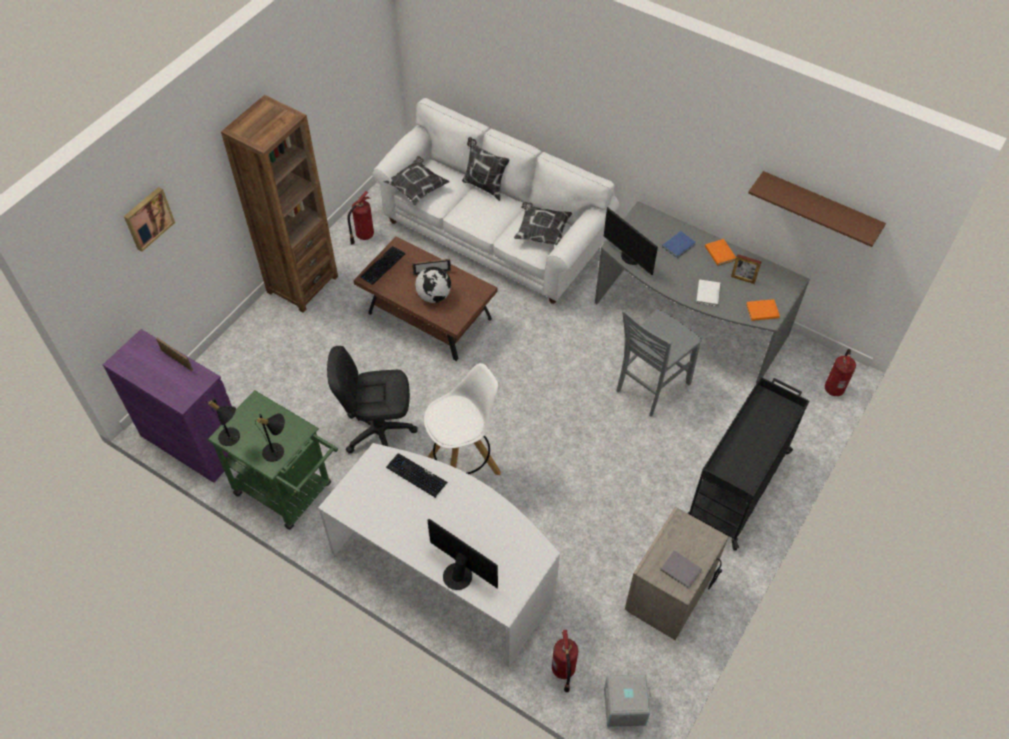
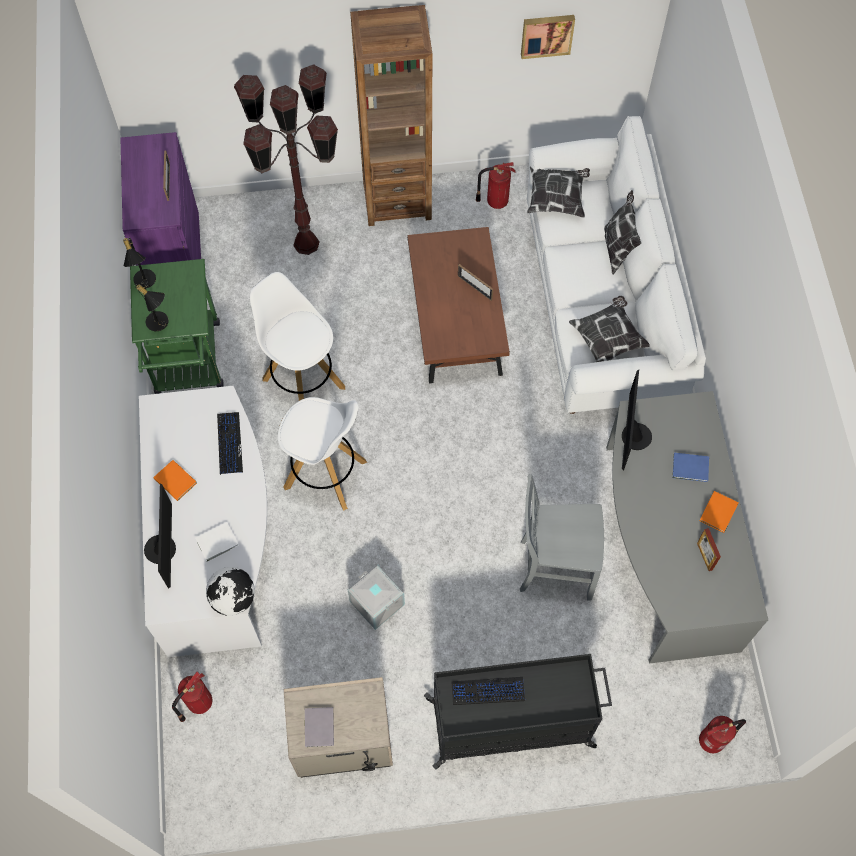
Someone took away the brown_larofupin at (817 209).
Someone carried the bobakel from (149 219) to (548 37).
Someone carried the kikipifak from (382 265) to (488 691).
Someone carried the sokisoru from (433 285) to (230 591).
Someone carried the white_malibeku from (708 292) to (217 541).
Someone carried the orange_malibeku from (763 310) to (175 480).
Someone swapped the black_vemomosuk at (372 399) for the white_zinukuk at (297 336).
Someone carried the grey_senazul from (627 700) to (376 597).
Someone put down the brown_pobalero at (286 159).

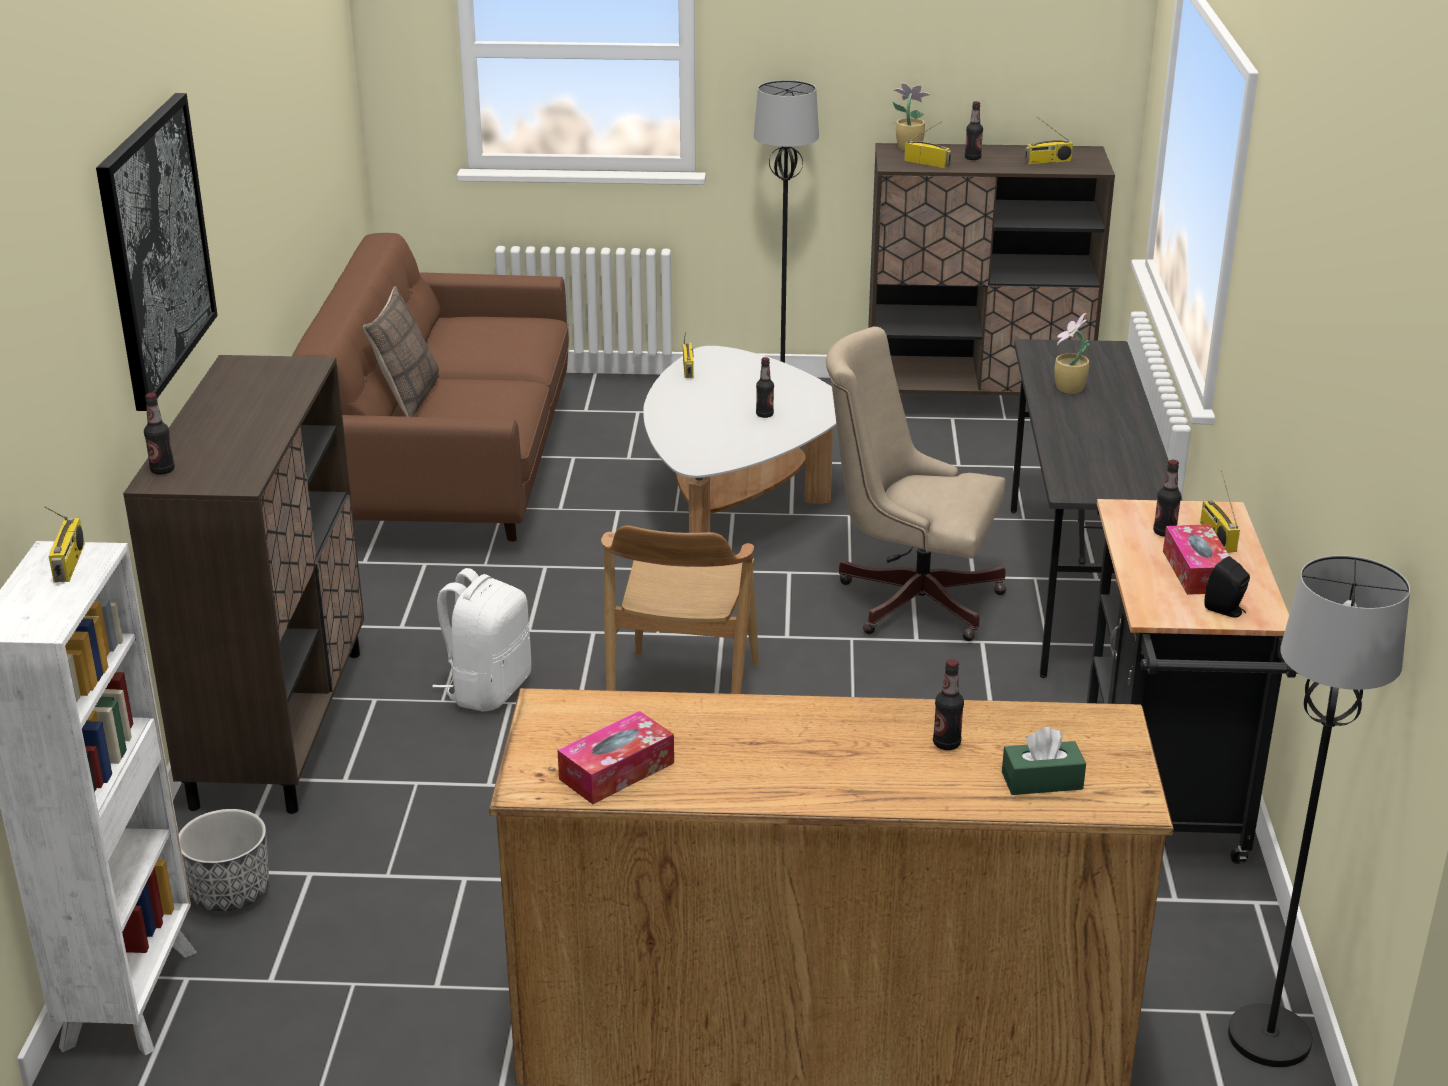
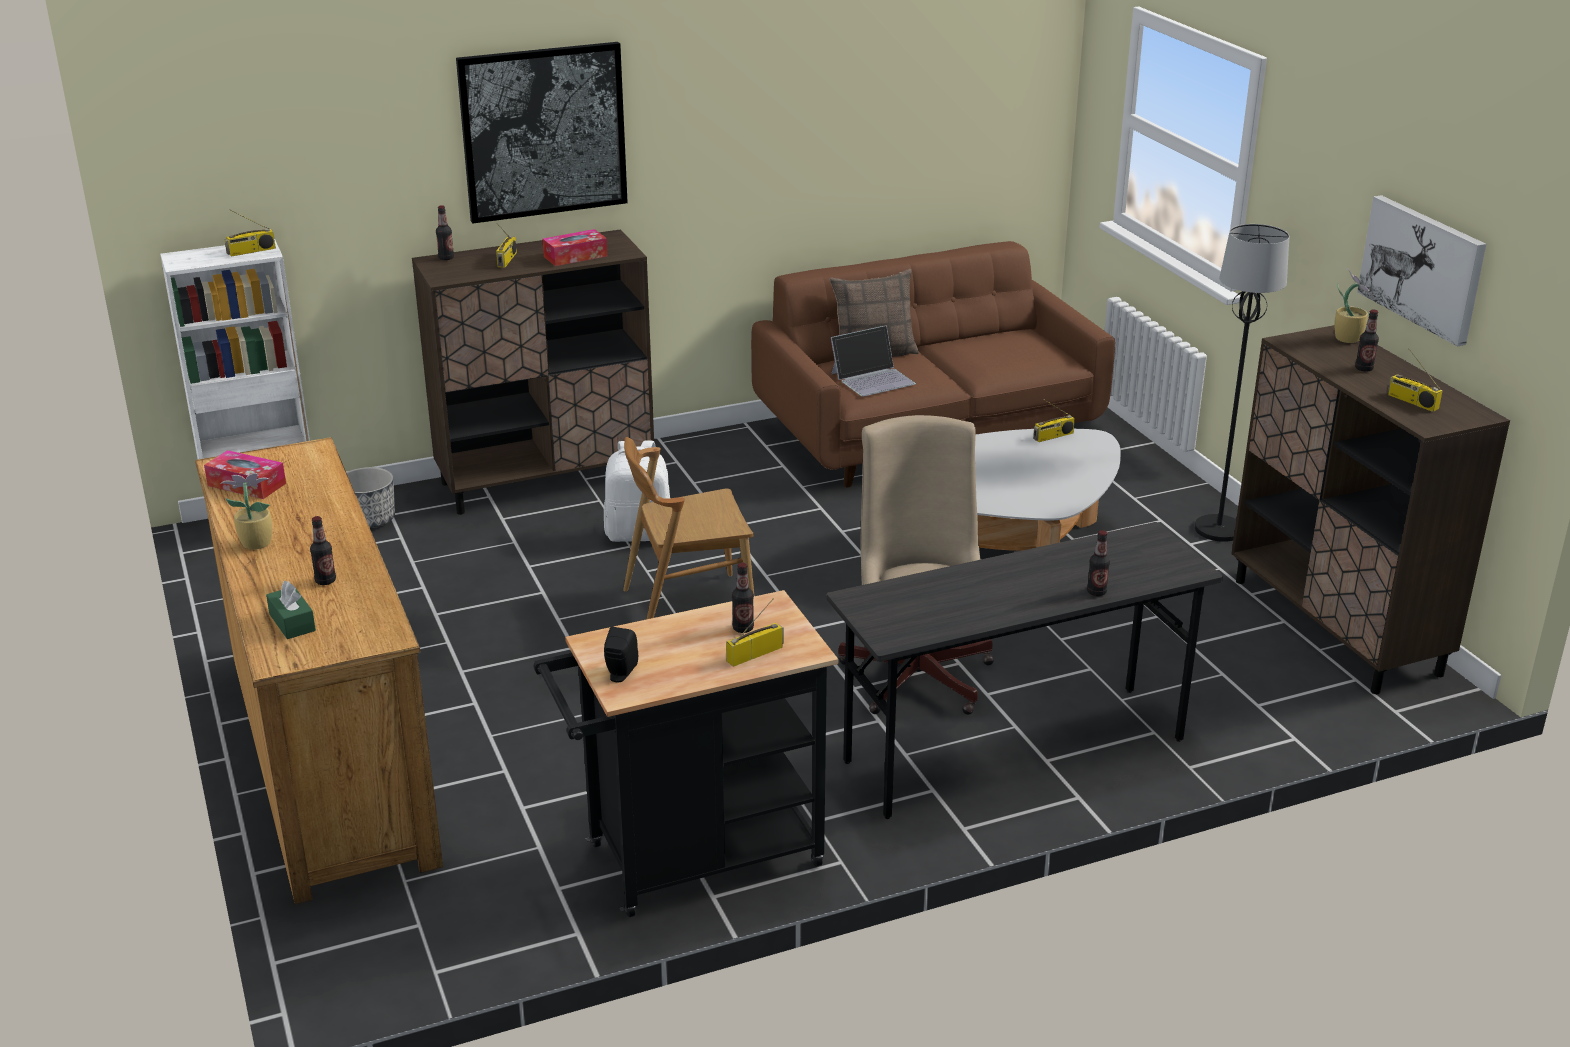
Someone carried the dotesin from (927 144) to (506 245).
Someone carried the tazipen from (1072 353) to (246 511).
Someone carried the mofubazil from (765 387) to (1098 563).
Someone carried the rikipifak from (1196 559) to (575 247).
Someone took away the black_pobalero at (1319 811).
Someone put up the bobakel at (1421 270).
Someone put down the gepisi at (873 361).

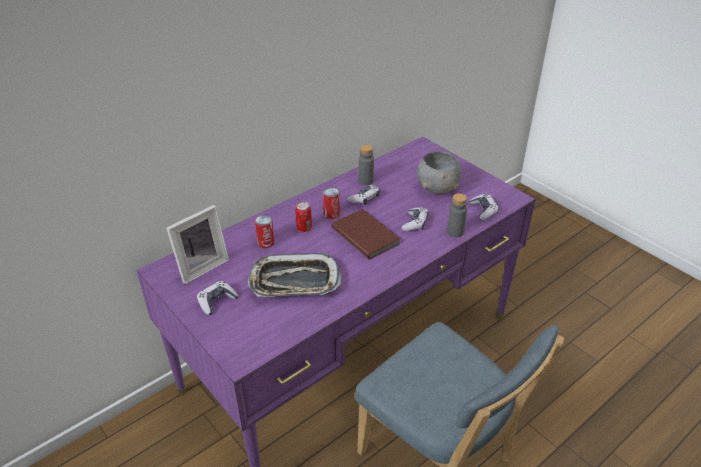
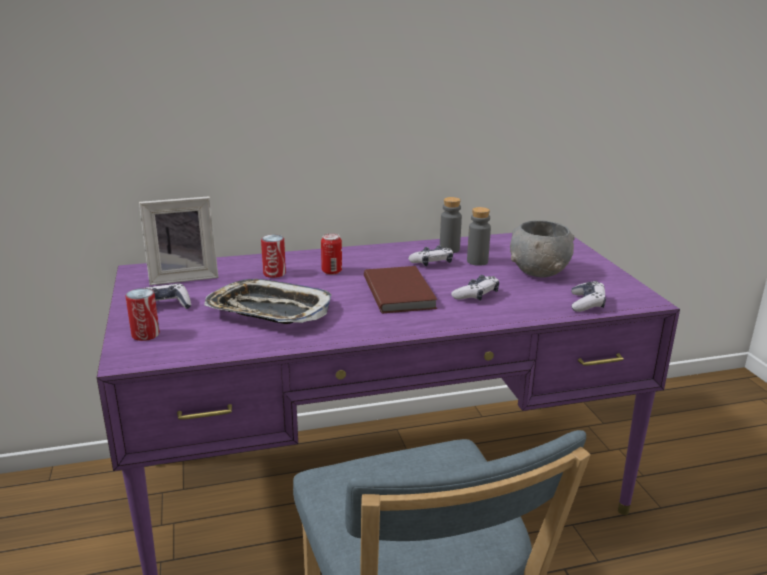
Someone carried the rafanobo from (331 203) to (142 314).
Someone carried the grey_mofubazil from (457 215) to (479 236).

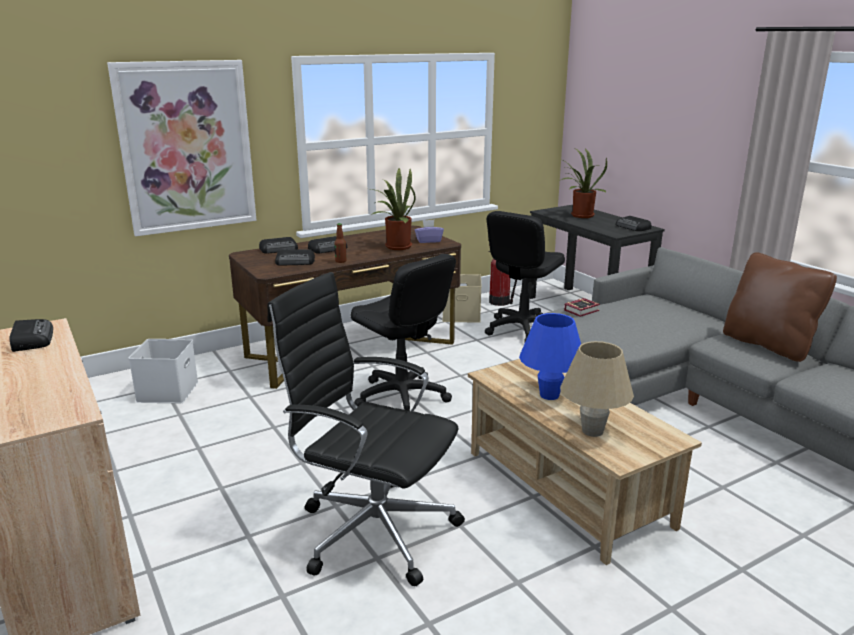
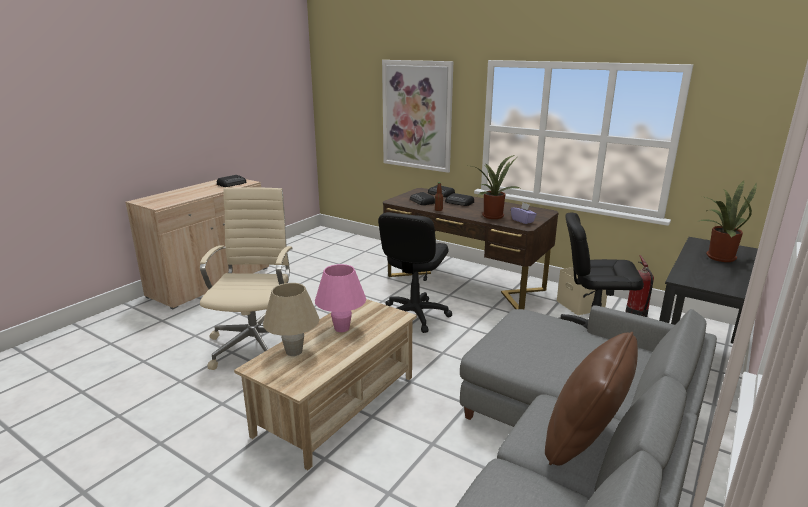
Someone took away the dotesin at (633 223).
Someone repainted the black_vemomosuk at (366 429), which became the beige_vemomosuk at (246 278).
Someone took away the malibeku at (582 307).
Someone repainted the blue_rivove at (550 356), which became the pink_rivove at (340 298).
Someone took away the white_senazul at (163 371).

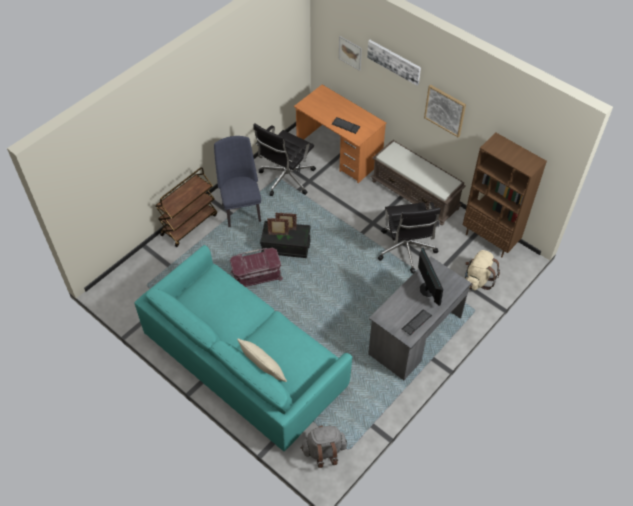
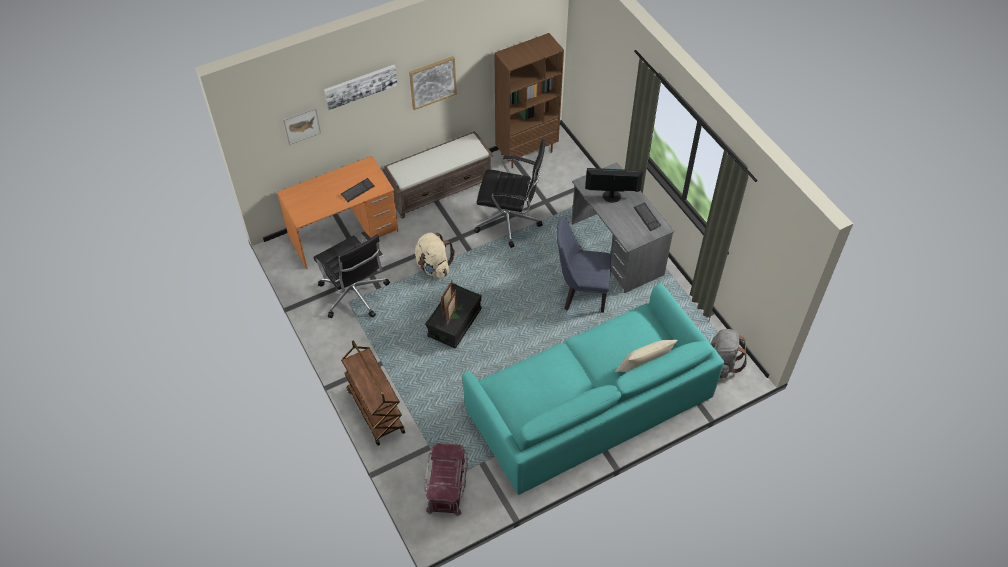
Someone carried the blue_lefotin from (237 181) to (583 264).
Someone carried the red_senazul from (256 267) to (446 479).
Someone carried the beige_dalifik from (482 270) to (435 256).

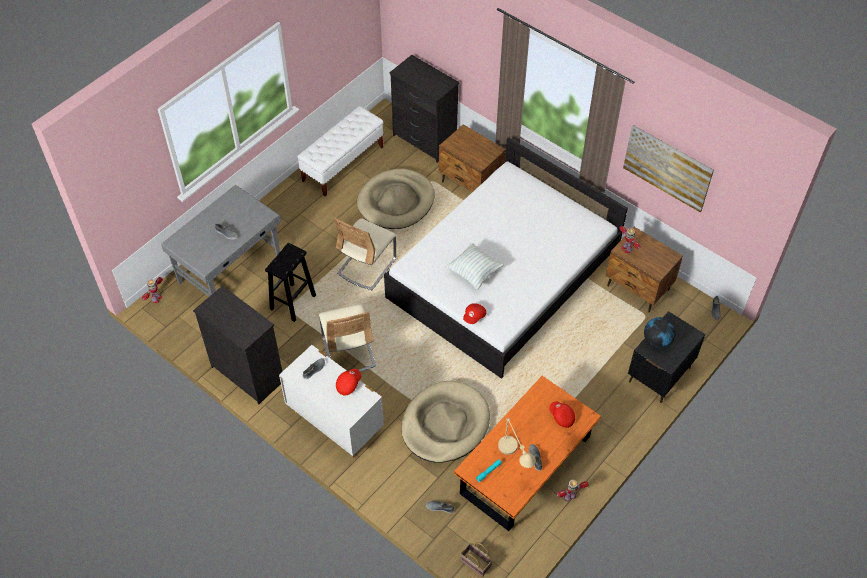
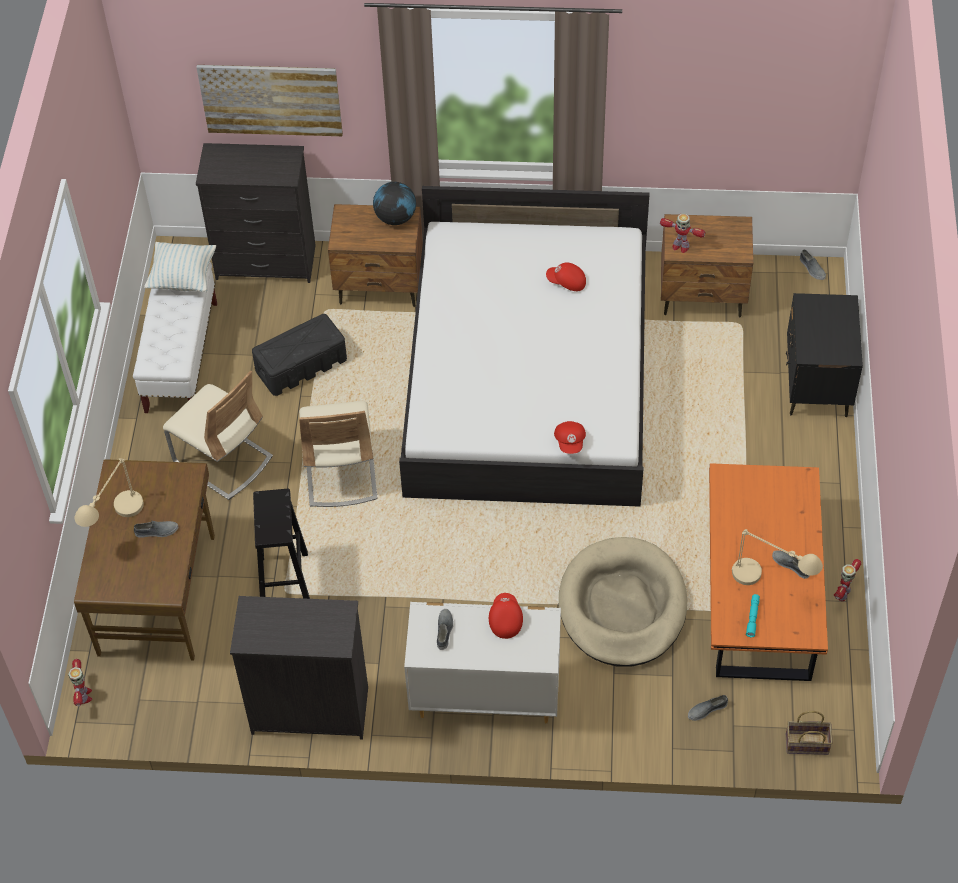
Someone carried the bobakel from (668 168) to (269 100).
Someone swapped the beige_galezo at (396 199) for the black_senazul at (299 355).
Someone repainted the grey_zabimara at (221 241), which became the brown_zabimara at (144 560).
Someone carried the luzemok from (475 266) to (180 267).
Someone carried the beige_lefotin from (347 338) to (218 435).
Someone carried the sokisoru from (660 332) to (394 203).
Someone carried the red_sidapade from (562 414) to (566 276).
Someone put down the beige_rivove at (109 492).

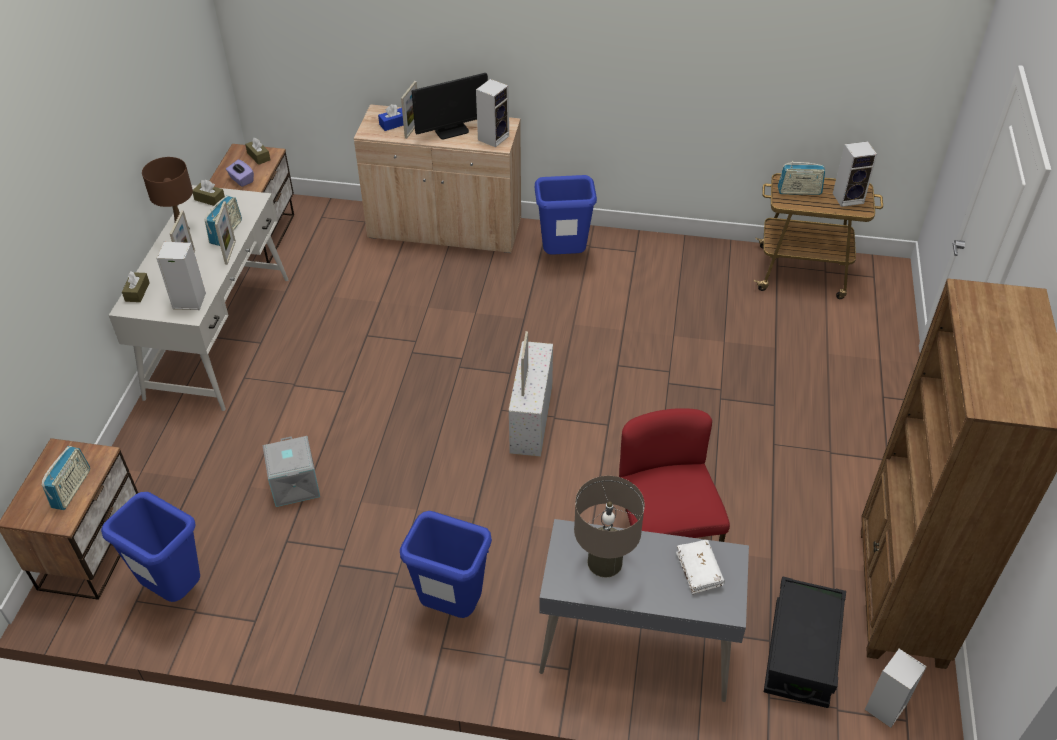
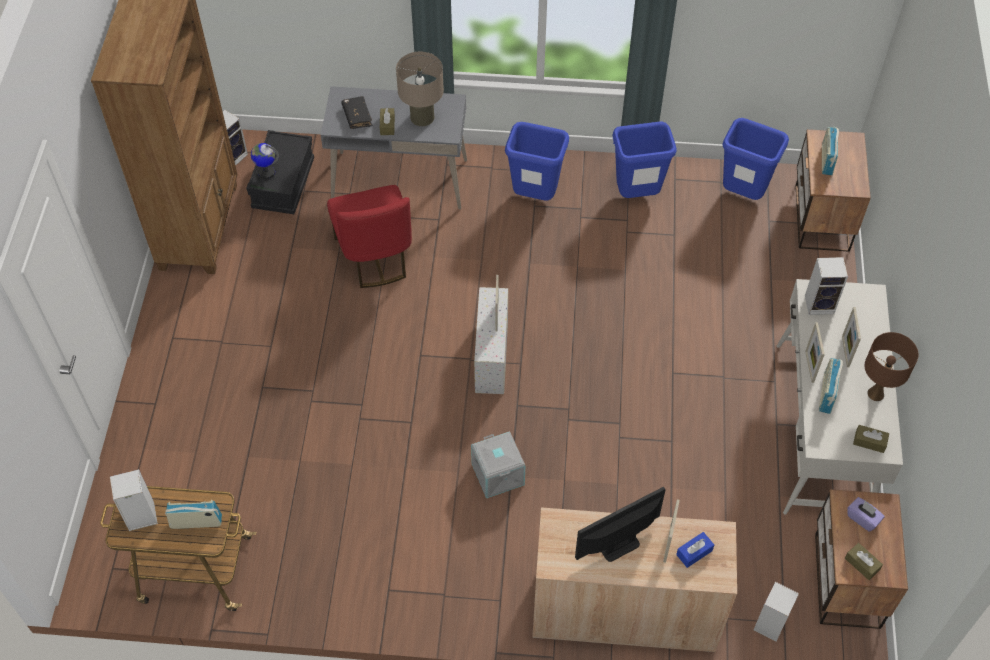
Someone carried the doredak from (492 113) to (776 612).
Someone carried the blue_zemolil from (565 215) to (645 159).
Someone carried the brown_rikipifak from (136 286) to (387 121).
Someone carried the grey_senazul from (291 471) to (498 464).
Someone repainted the white_malibeku at (700 567), which became the black_malibeku at (357 112).
Someone put down the sokisoru at (265 161).

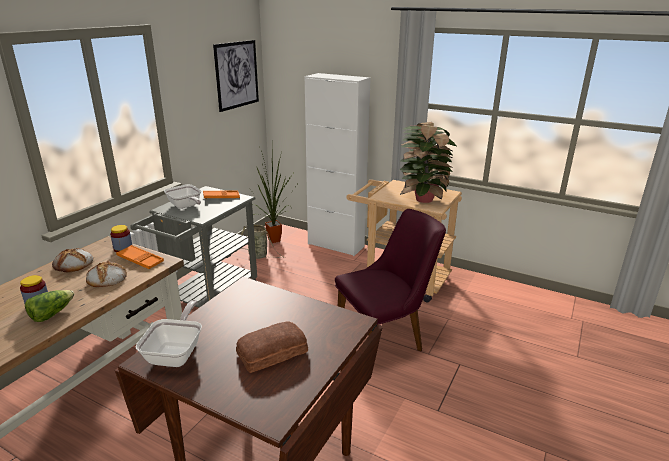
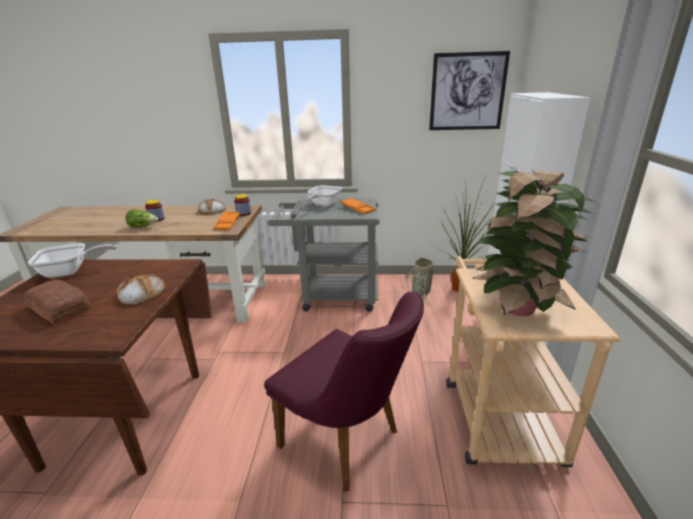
Someone carried the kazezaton from (106 274) to (141 289).

